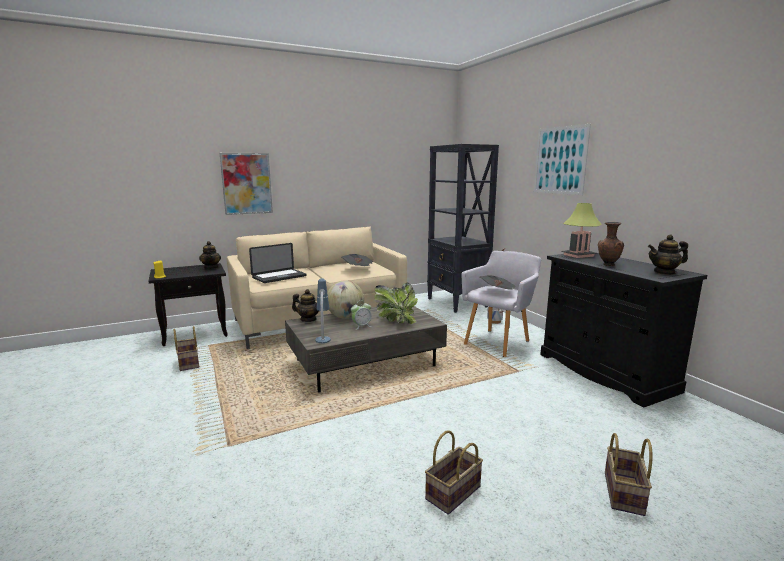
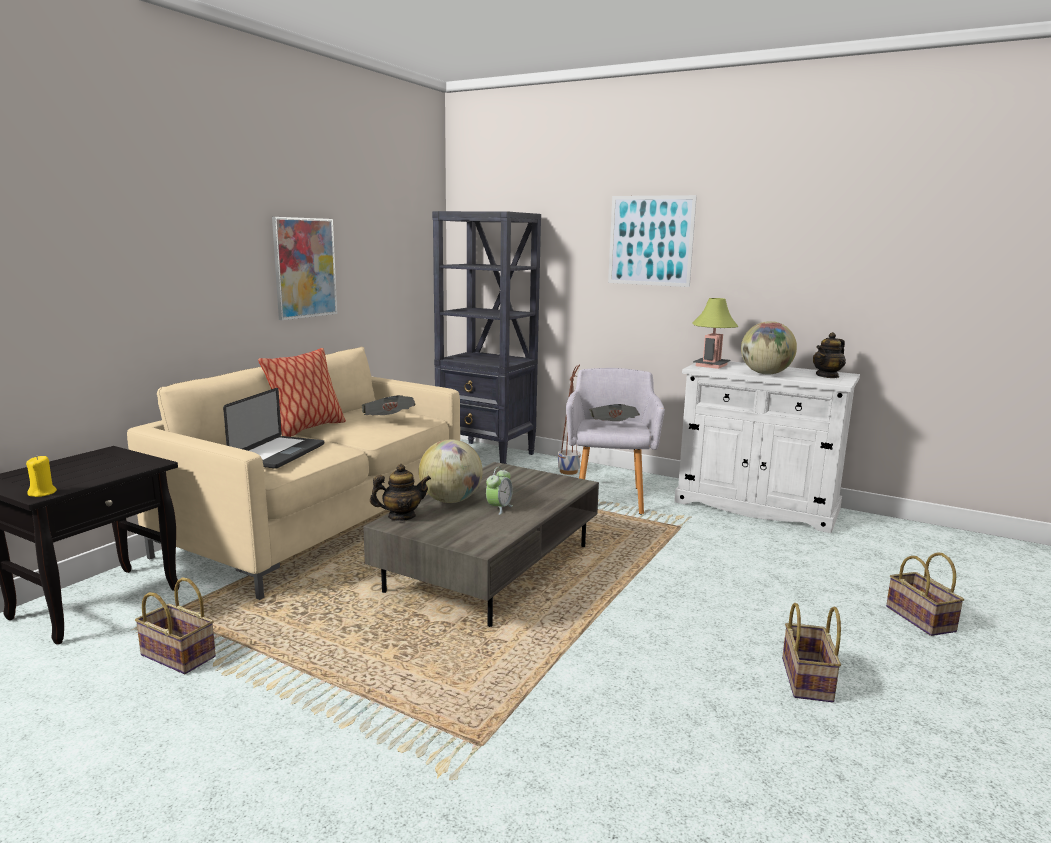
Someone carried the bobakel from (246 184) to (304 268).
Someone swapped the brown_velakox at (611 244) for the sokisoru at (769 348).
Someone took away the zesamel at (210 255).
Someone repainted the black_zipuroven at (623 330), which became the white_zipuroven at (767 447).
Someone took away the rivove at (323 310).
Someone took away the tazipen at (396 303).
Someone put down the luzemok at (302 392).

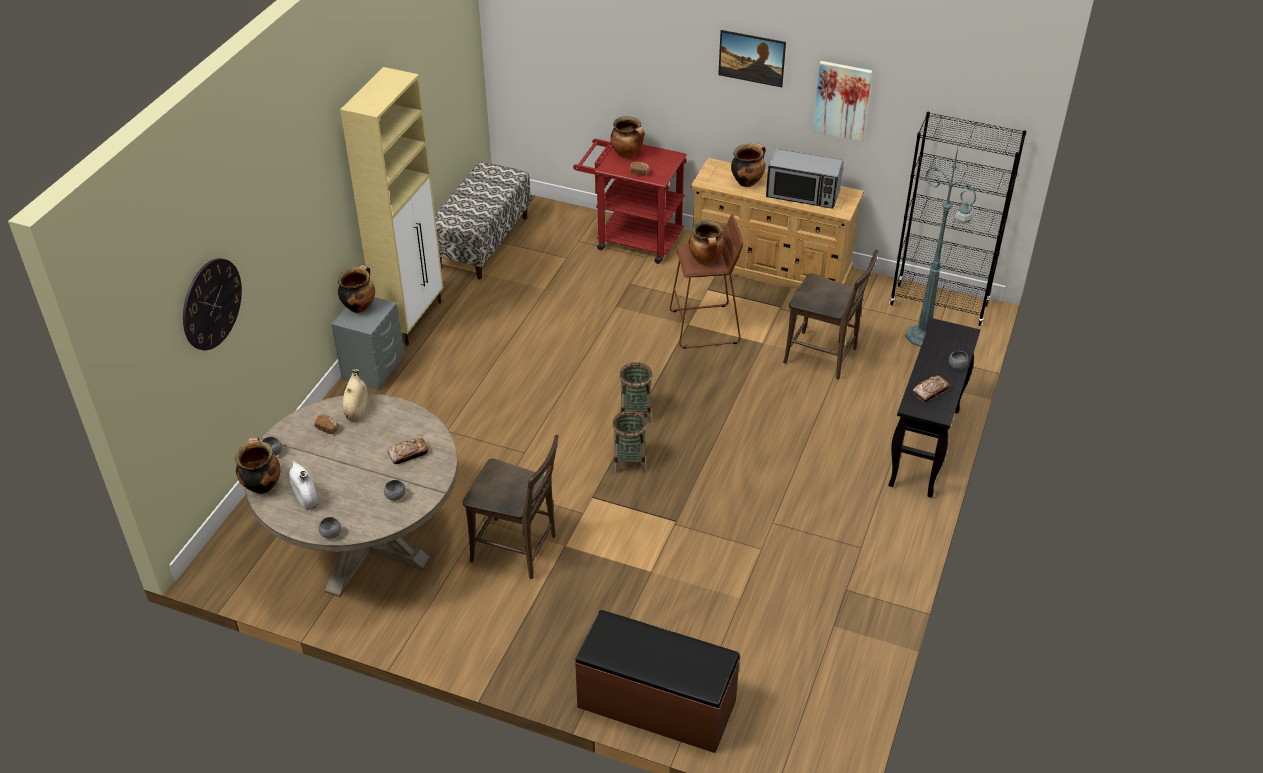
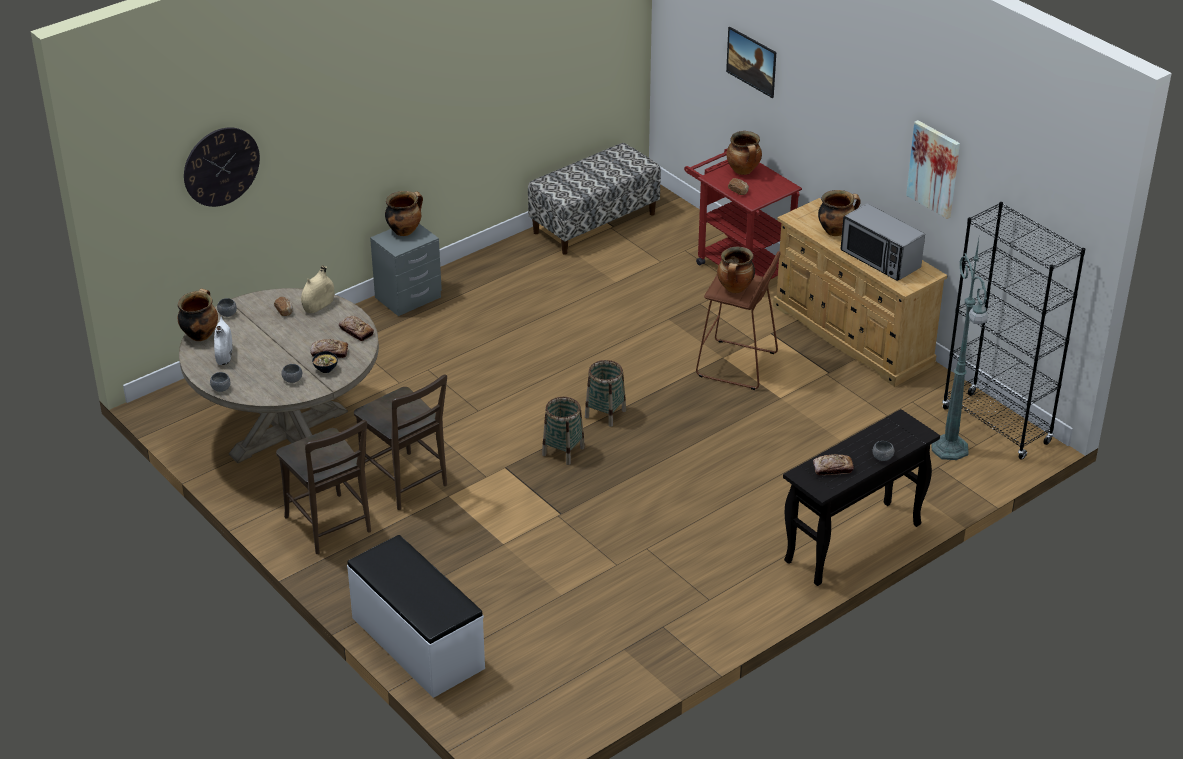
Someone carried the bobakel from (752 58) to (751 62).
Someone took away the beige_zipuroven at (391 206).
Someone carried the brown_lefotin from (830 315) to (323 487).
Someone repainted the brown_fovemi at (657 681), which became the white_fovemi at (416 616).
Someone put down the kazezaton at (356 328).
Someone put down the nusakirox at (325 362).

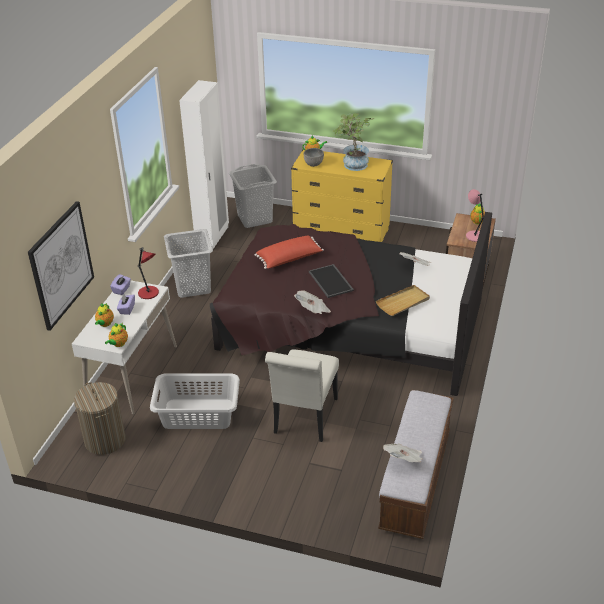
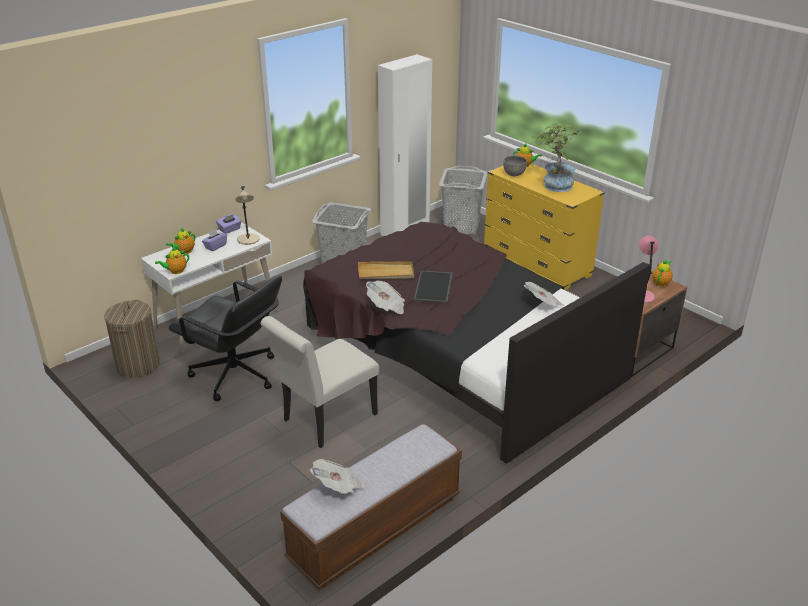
Someone took away the bobakel at (61 266).
Someone took away the red_luzemok at (289 252).
Someone repainted the red_rivove at (148 273), which became the beige_rivove at (247 215).
Someone carried the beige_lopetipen from (403 300) to (386 270).
Someone swapped the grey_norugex at (195 401) for the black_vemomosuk at (225 338).

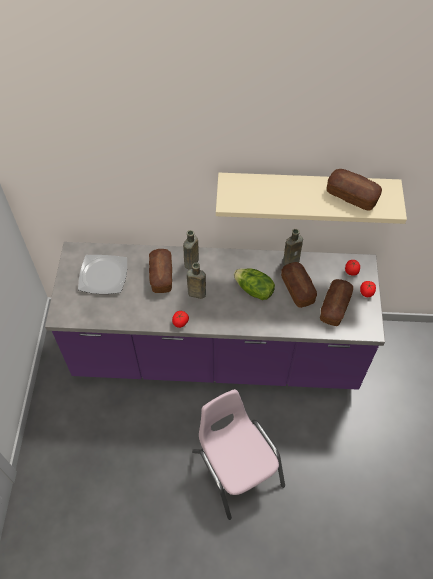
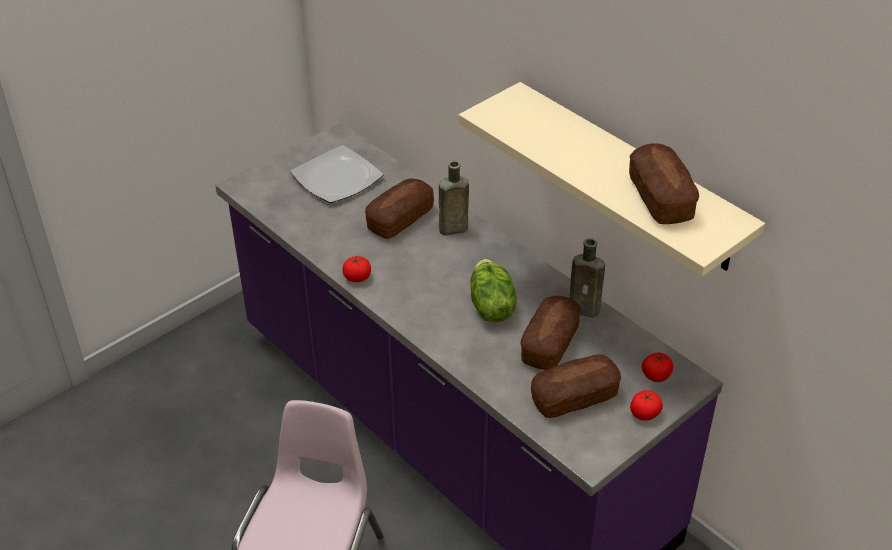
Someone took away the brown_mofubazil at (196 281).

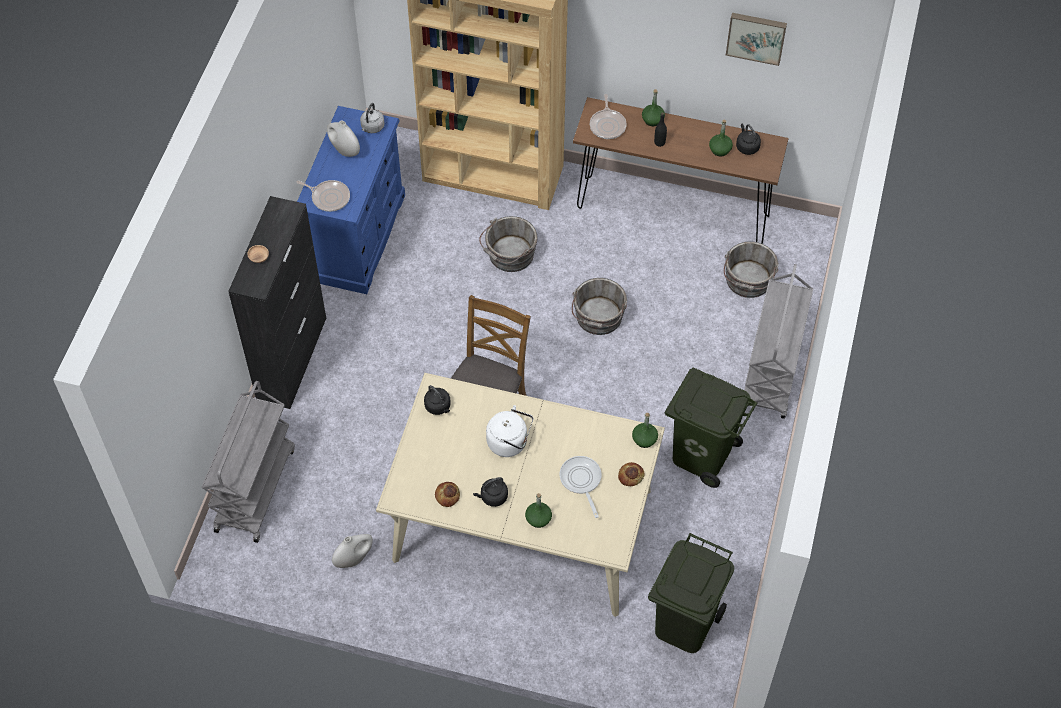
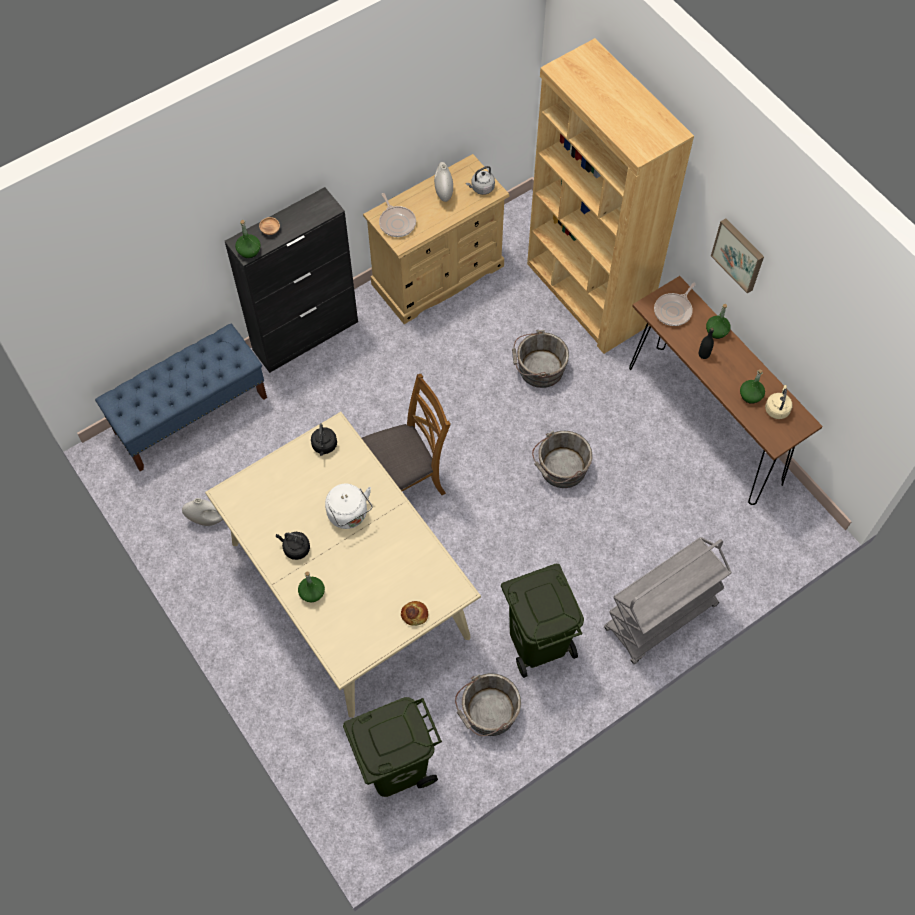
Someone carried the bobakel from (756 39) to (737 256).
Someone repainted the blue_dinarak at (351 200), which became the beige_dinarak at (436 239).
Someone repainted the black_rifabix at (748 139), which became the beige_rifabix at (778 402).
Someone carried the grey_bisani from (751 269) to (488 704).
Someone swapped the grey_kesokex at (248 462) for the blue_fovemi at (181 397).
Someone carried the green_mofubazil from (645 430) to (248 239).
Someone took away the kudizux at (581 487).
Someone took away the kazezaton at (447 494).

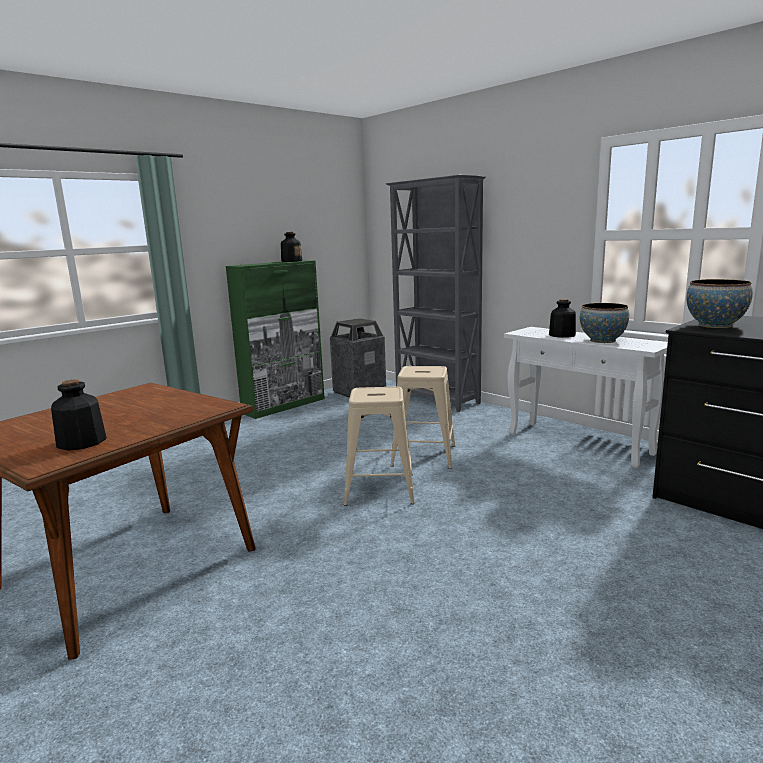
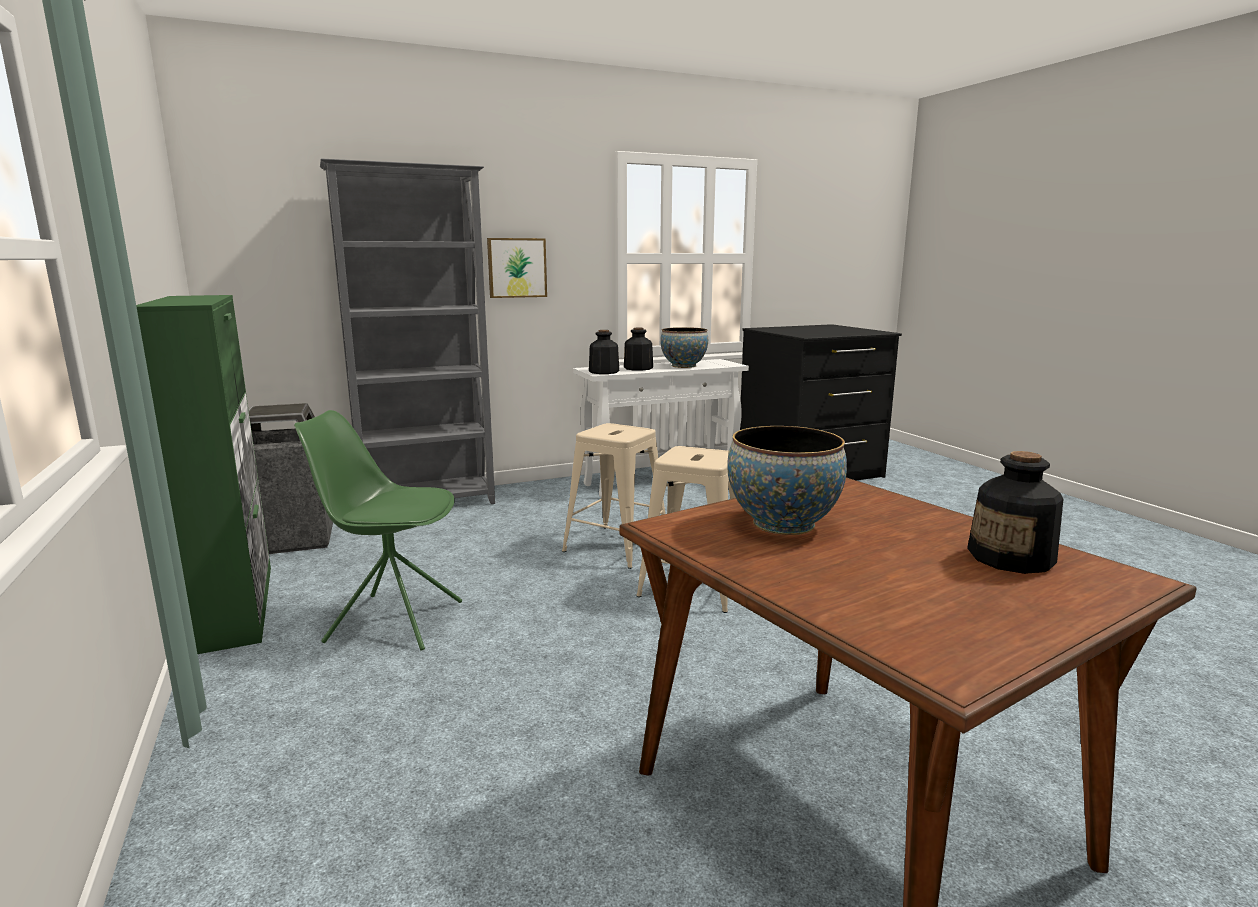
Someone carried the mofubazil from (291 247) to (604 352).
Someone carried the nusakirox from (719 303) to (787 480).
Someone put up the bobakel at (517 268).
Someone put down the green_lefotin at (378 530).

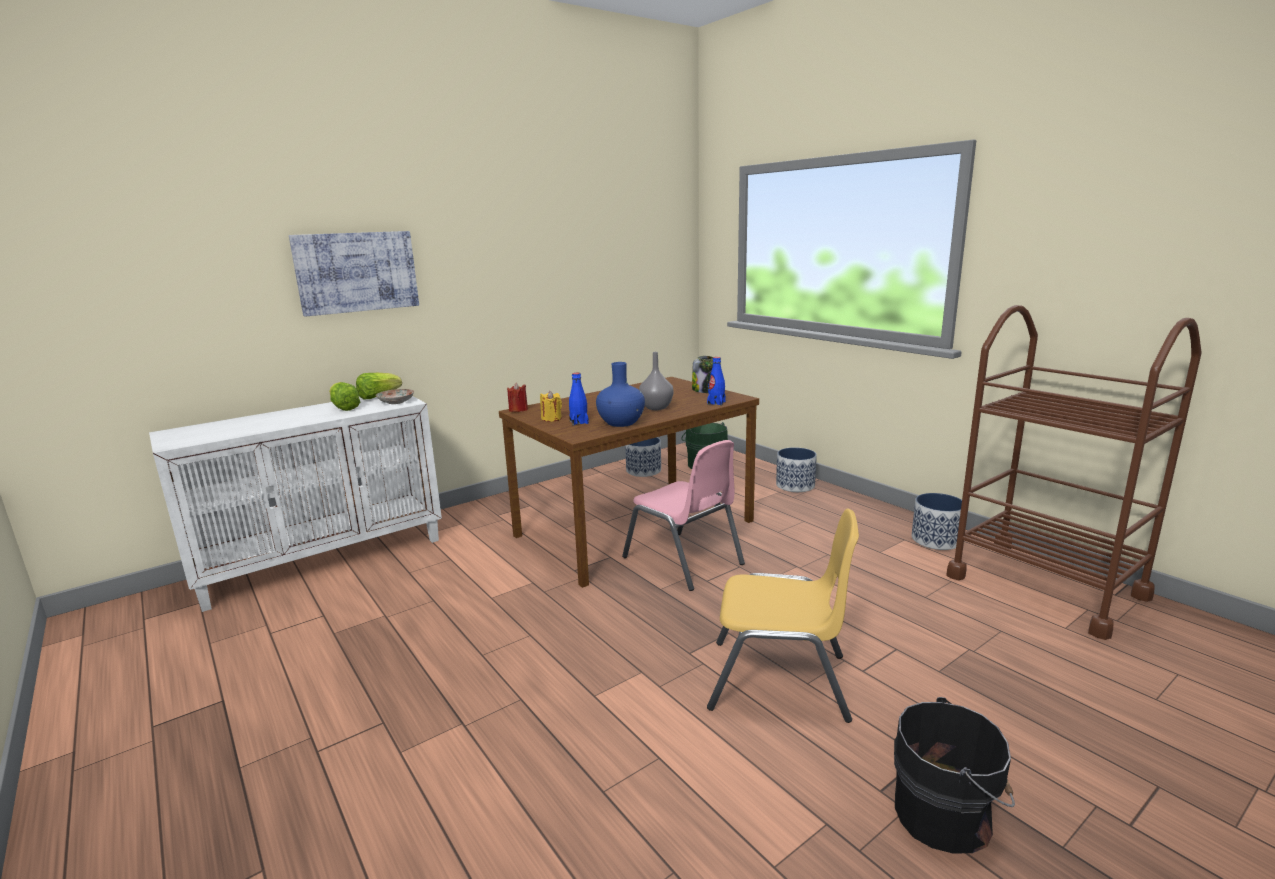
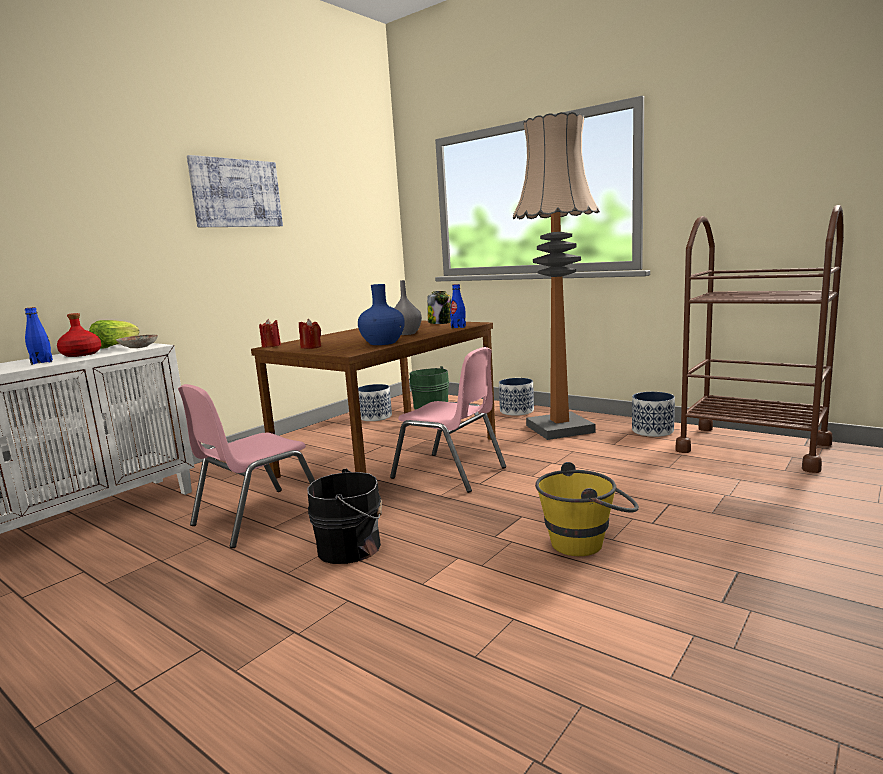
Someone carried the bobakel from (354 273) to (235 191).
Someone carried the blue_mofubazil from (579 399) to (39 336).
Someone swapped the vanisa at (344 396) for the red_mofubazil at (79 335).
Someone repainted the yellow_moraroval at (551 406), which became the red_moraroval at (310 334).
Someone swapped the yellow_lefotin at (783 615) for the yellow_bisani at (587 509).
Someone carried the black_bisani from (954 775) to (344 516).
Someone put down the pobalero at (556 276).
Someone put down the pink_lefotin at (246 466).

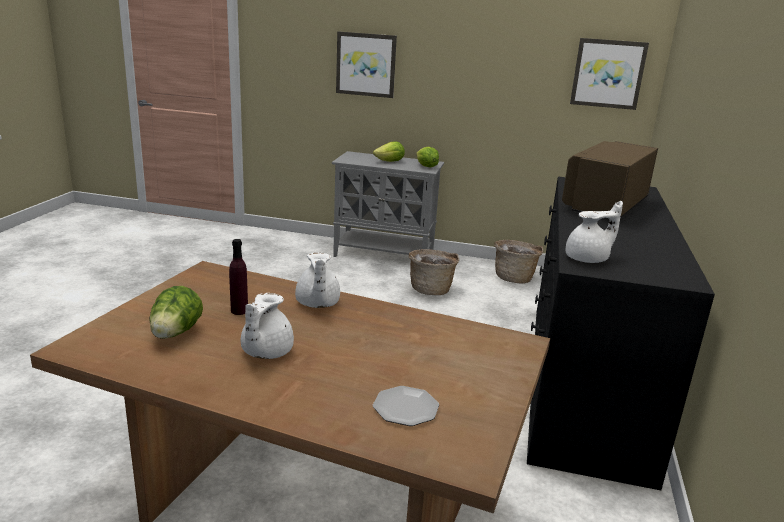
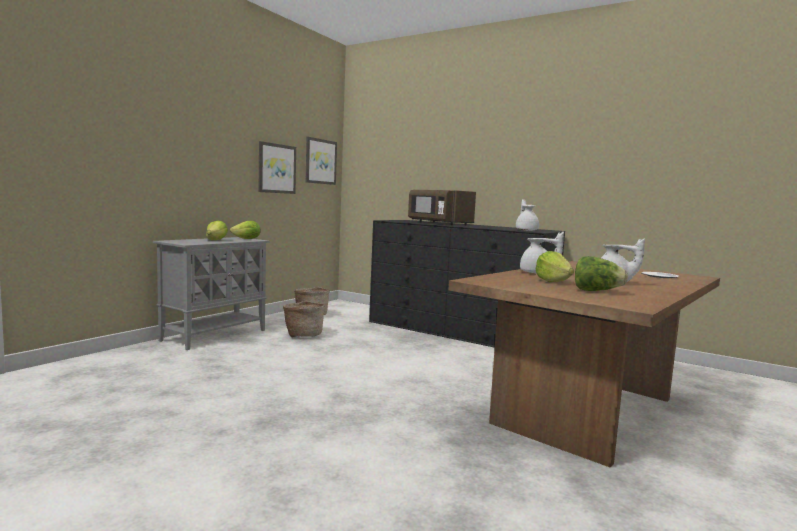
Someone carried the bobakel from (366 64) to (277 167).
Someone swapped the purple_mofubazil at (238 277) for the vanisa at (555 266).

